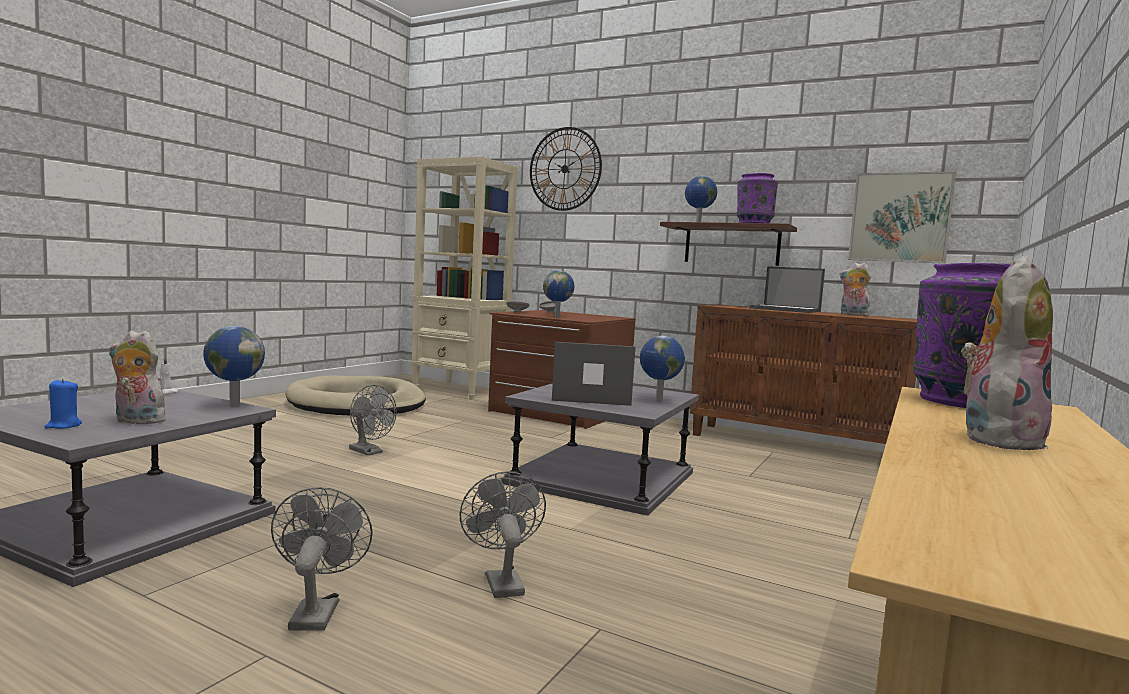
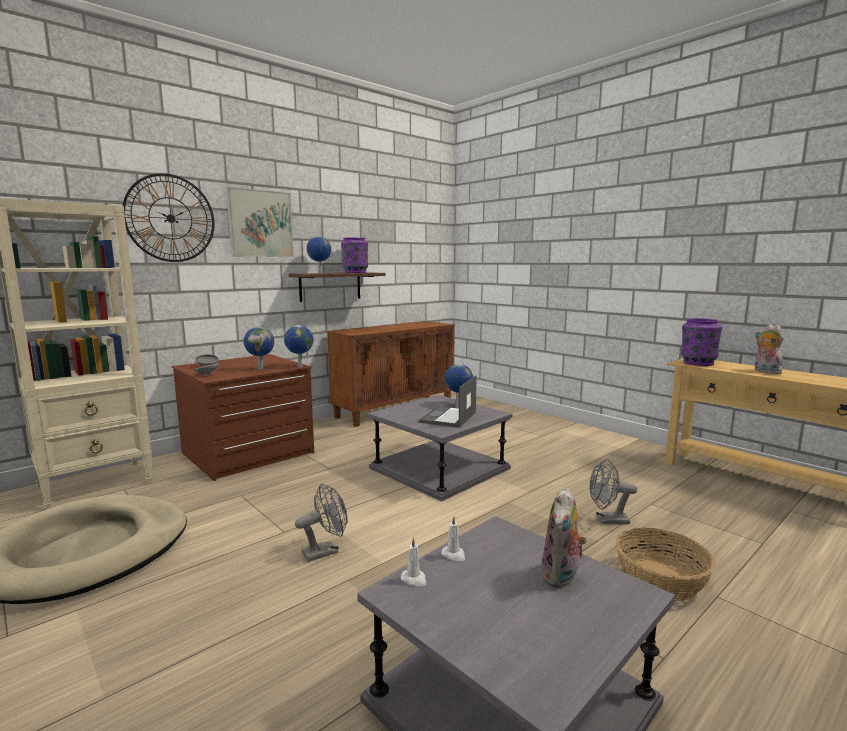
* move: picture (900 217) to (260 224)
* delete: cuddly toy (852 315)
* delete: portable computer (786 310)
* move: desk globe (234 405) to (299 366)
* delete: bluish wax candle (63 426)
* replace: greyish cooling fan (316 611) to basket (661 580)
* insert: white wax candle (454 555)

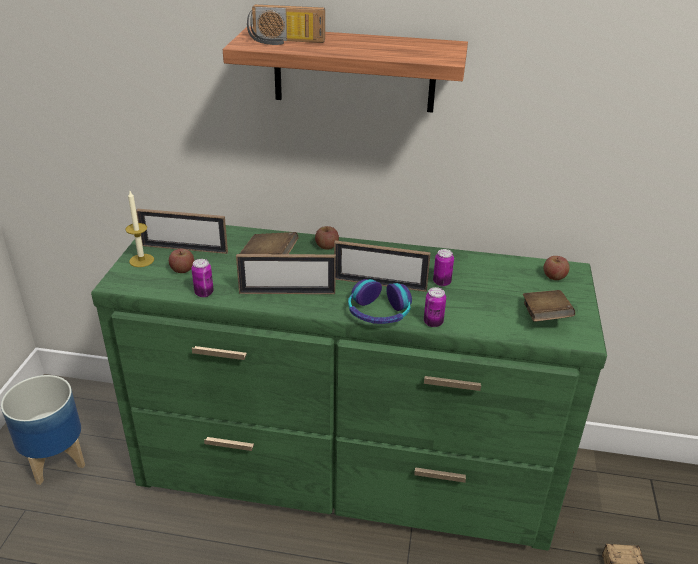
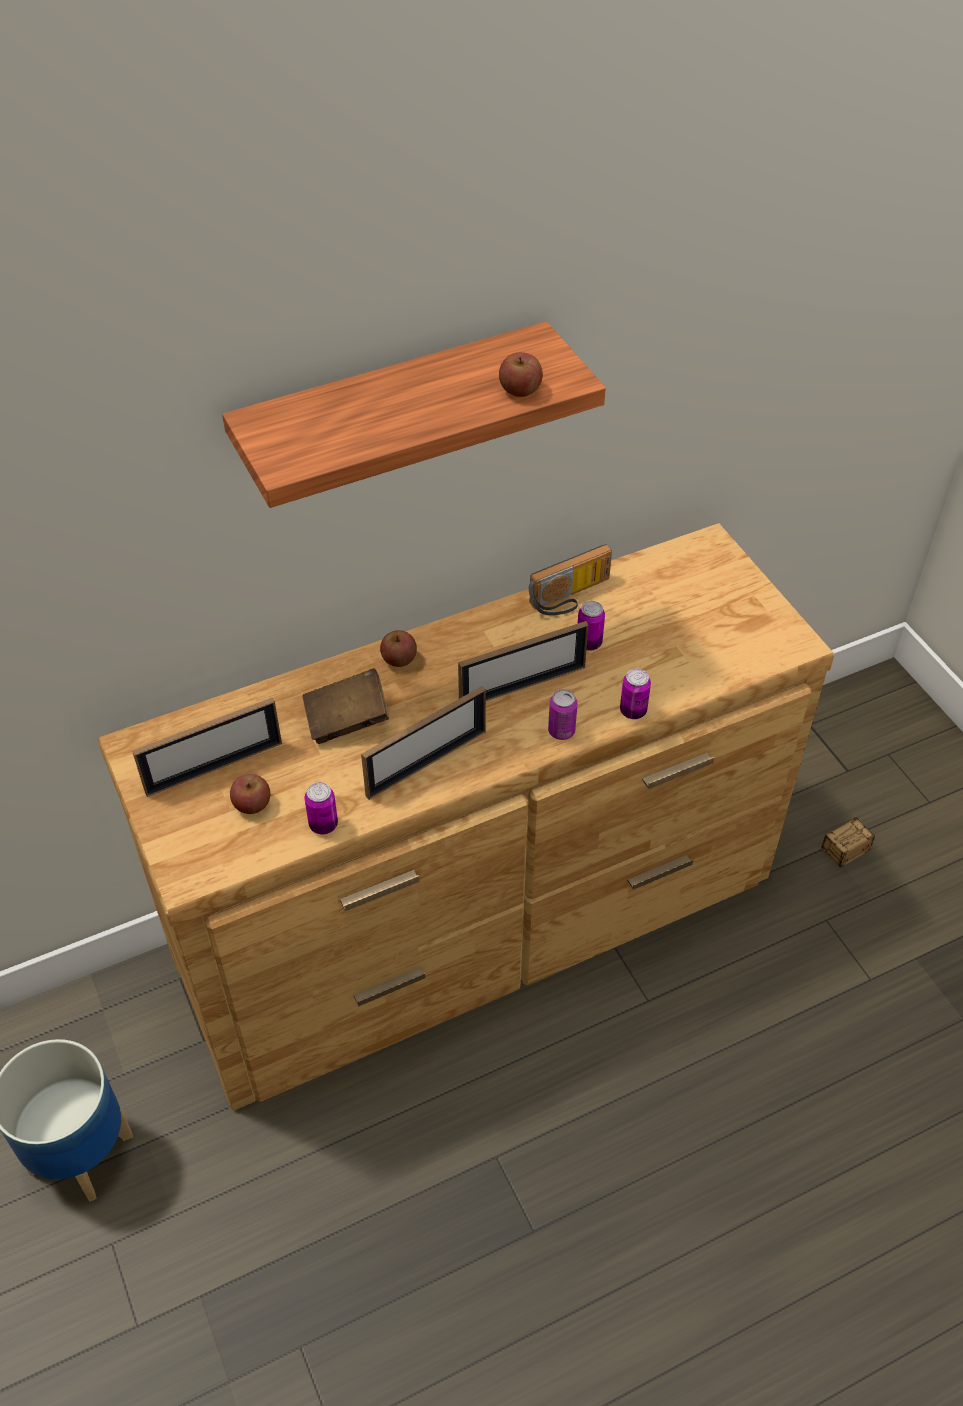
* move: radio receiver (285 42) to (571 597)
* delete: wax candle (141 260)
* recolor: green-coloured dresser (346 469) to brown-coloured dresser (480 918)
* move: whole apple (554 276) to (520 390)
* replace: headset (378 312) to sealed can (561 731)
* delete: brown-coloured book (544 317)

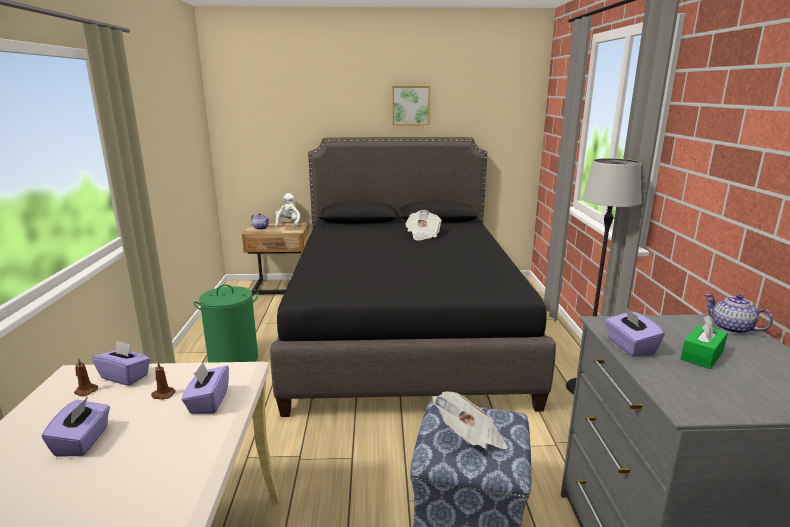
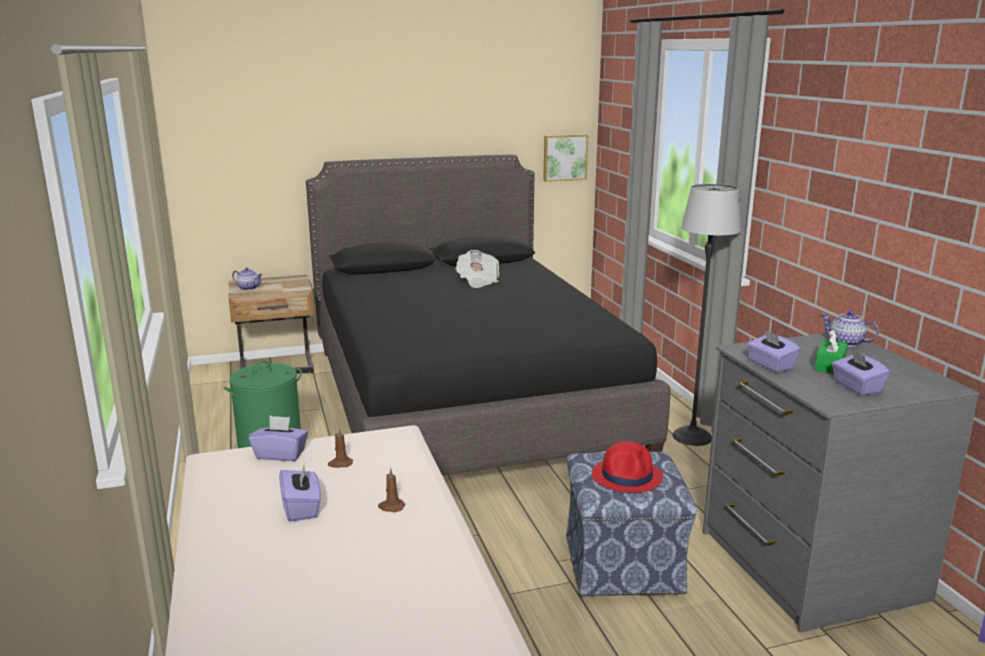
* move: picture (410 105) to (564 157)
* delete: white cuddly toy (288 224)
* move: brown-coloured wax candle (85 391) to (391 507)
* move: purplish tissue holder (208 402) to (856 387)
* replace: daily paper (469 437) to reddish clothing hat (627 476)

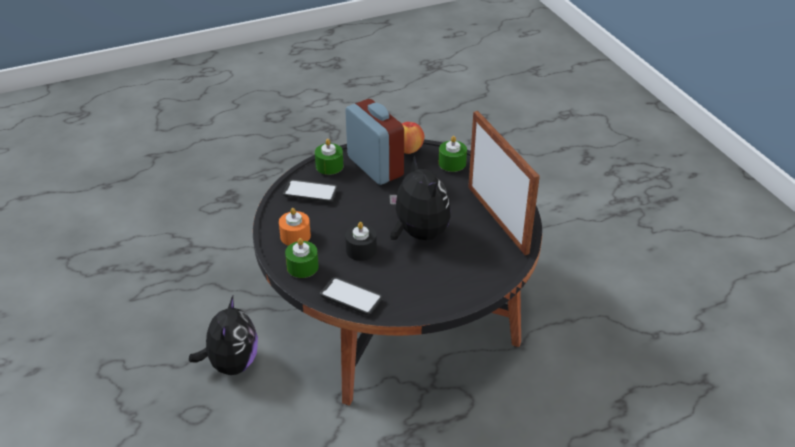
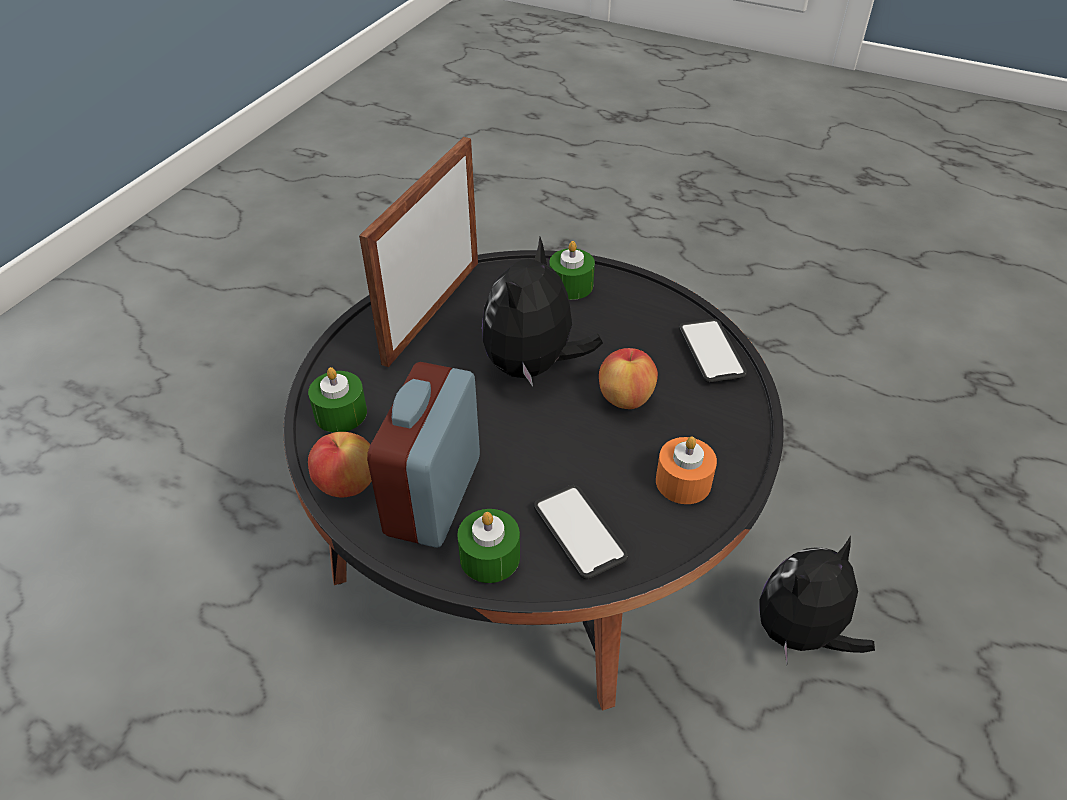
* replace: black wax candle (361 250) to whole apple (625 398)
* move: green-coloured wax candle (302 267) to (571 285)

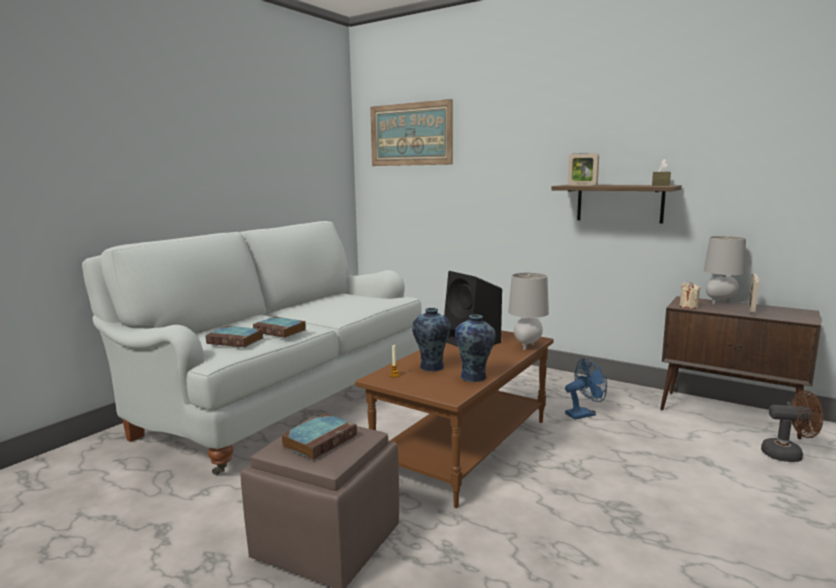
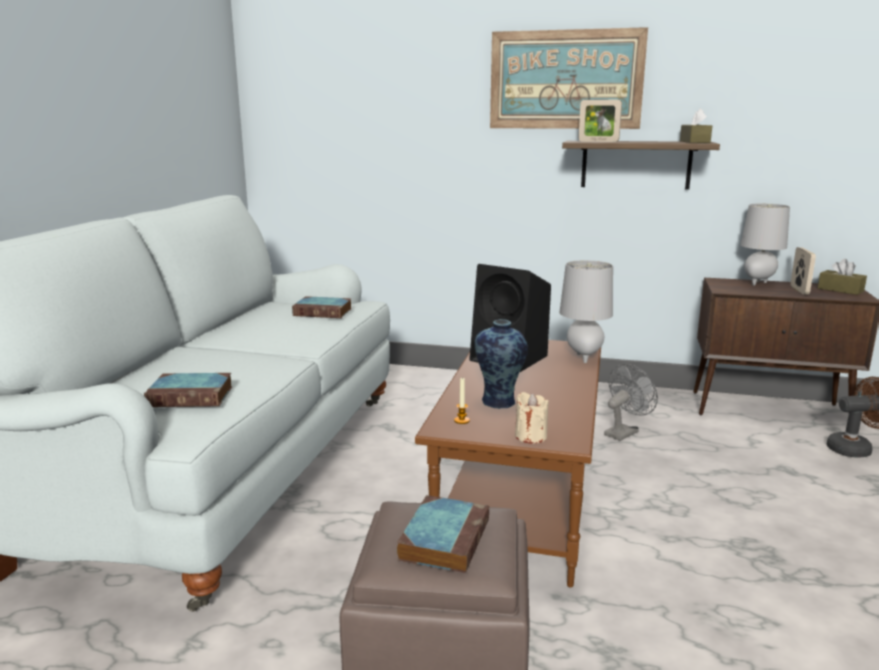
* move: picture (410 134) to (565 80)
* move: beige wax candle (688 306) to (530 436)
* delete: vase (474 377)
* move: book (281 331) to (324 312)
* recolor: bluish cooling fan (584 414) to greyish cooling fan (624 432)
* insert: brown-coloured tissue holder (840 290)

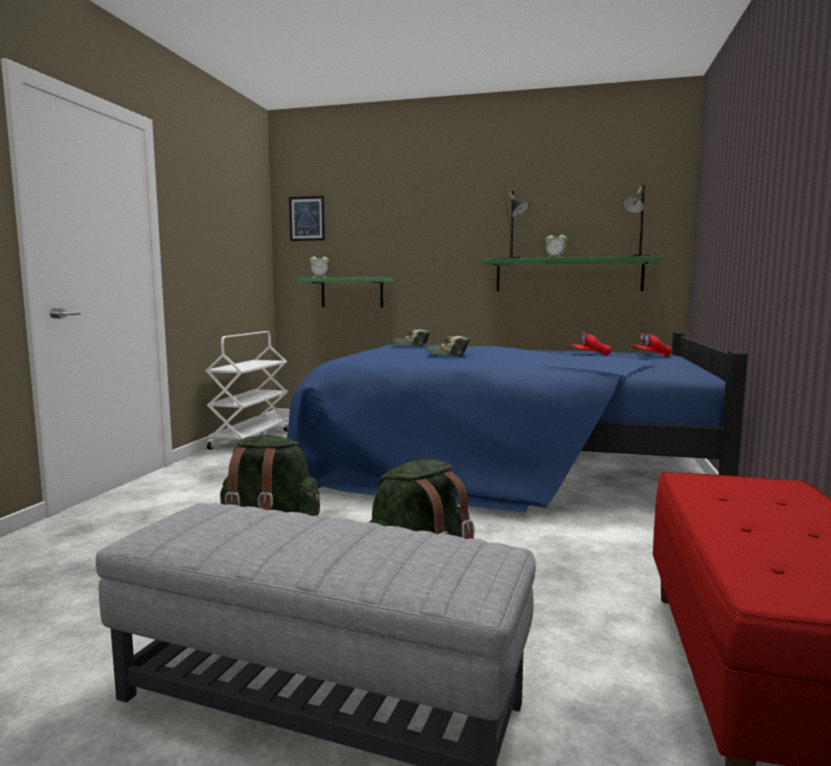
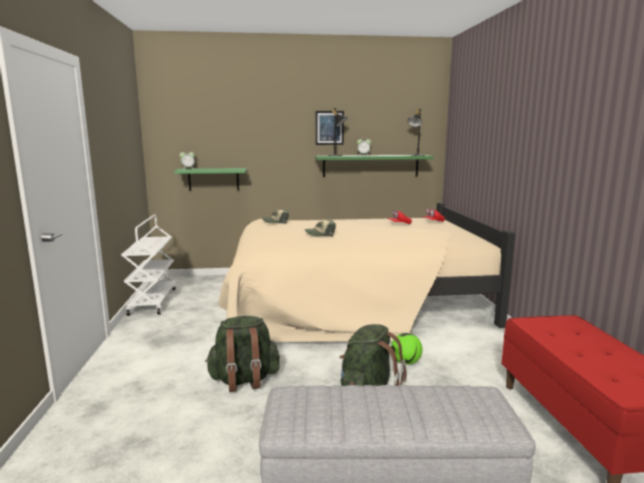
* move: picture (307 218) to (329 128)
* recolor: bluish bedroom bed (505 464) to beige bedroom bed (354 302)
* insert: football (406 362)

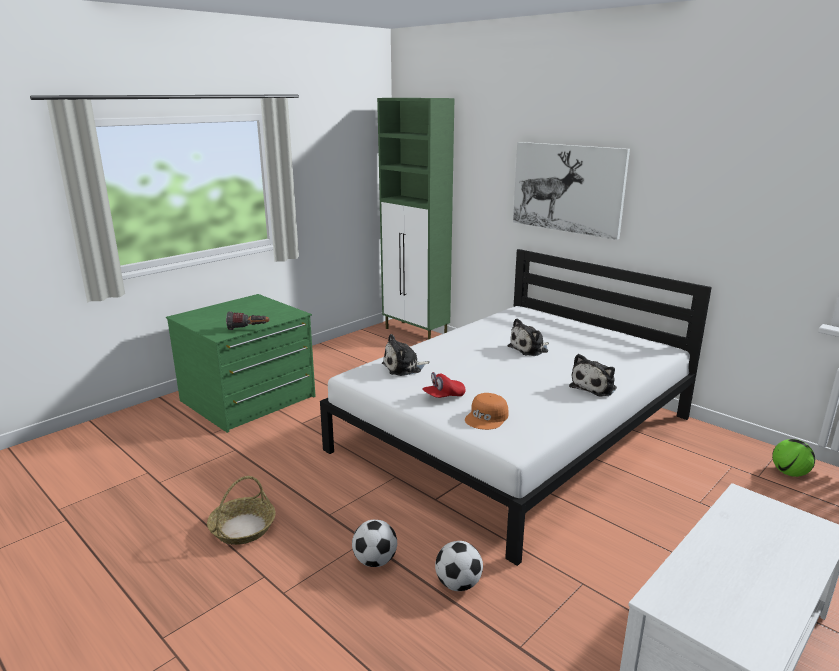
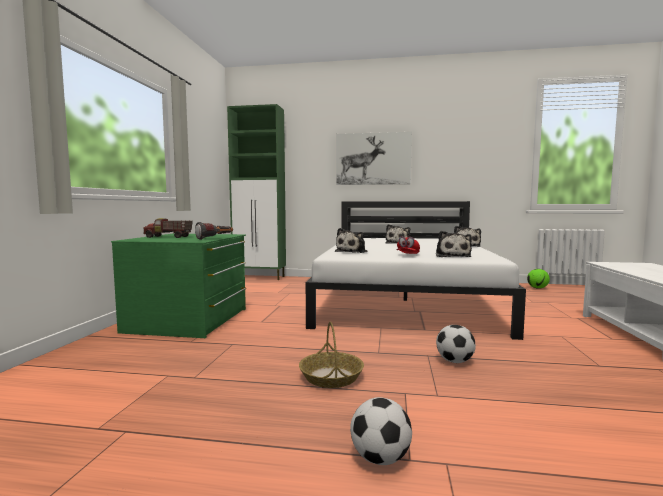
* replace: orange-coloured baseball cap (487 418) to cuddly toy (452 256)
* move: football (458 584) to (380 458)
* insert: toy lorry (168 237)

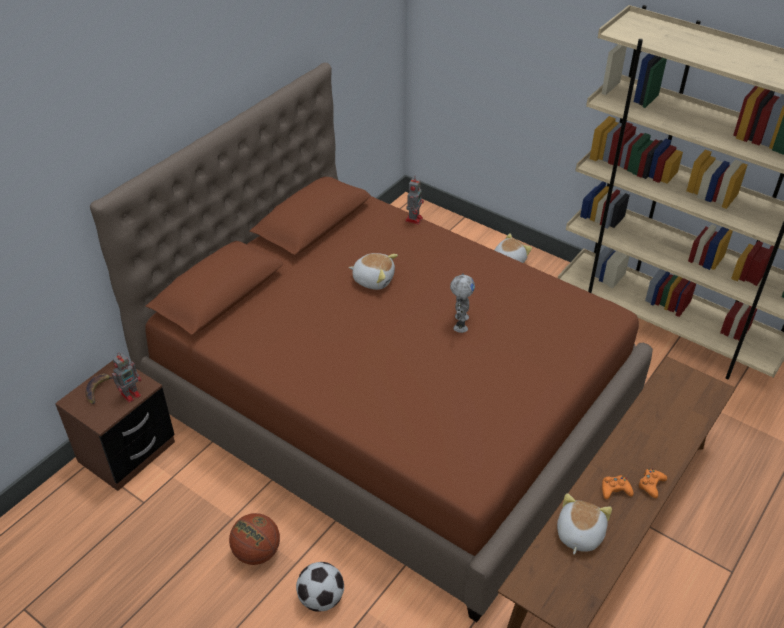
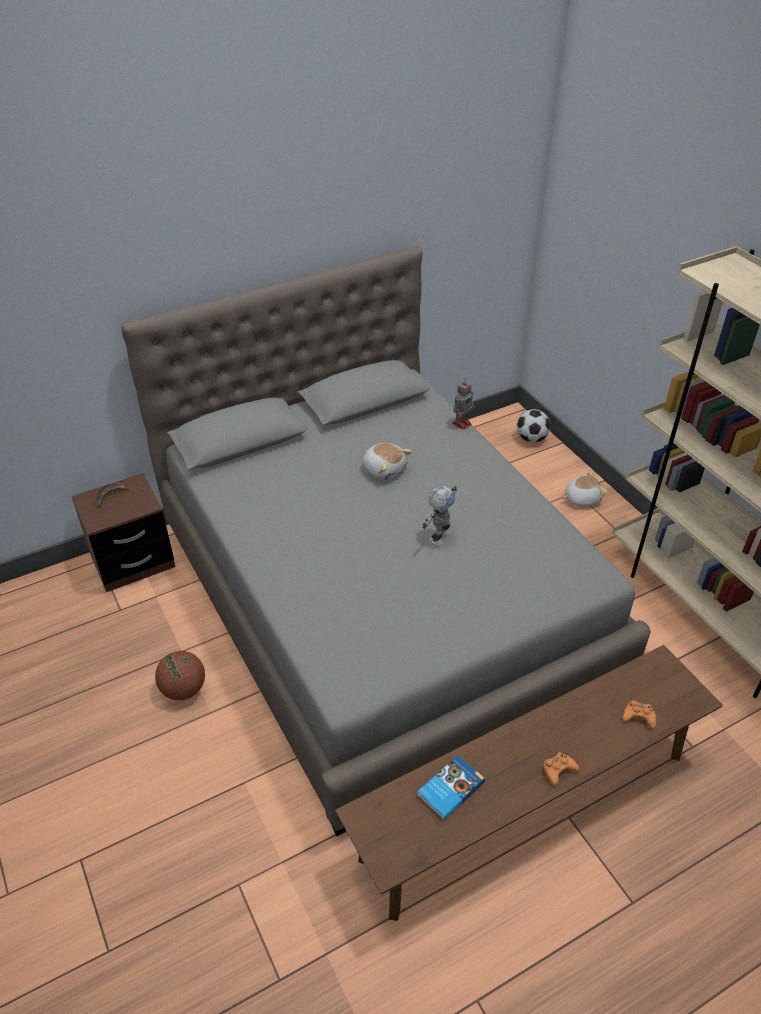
* recolor: brown-coloured bedroom bed (391 406) to greyish bedroom bed (380 601)
* delete: robot figure (131 394)
* move: orange-coloured joypad (615 490) to (639 717)
* replace: cuddly toy (578 534) to book (449 788)
* move: football (321 598) to (531 438)

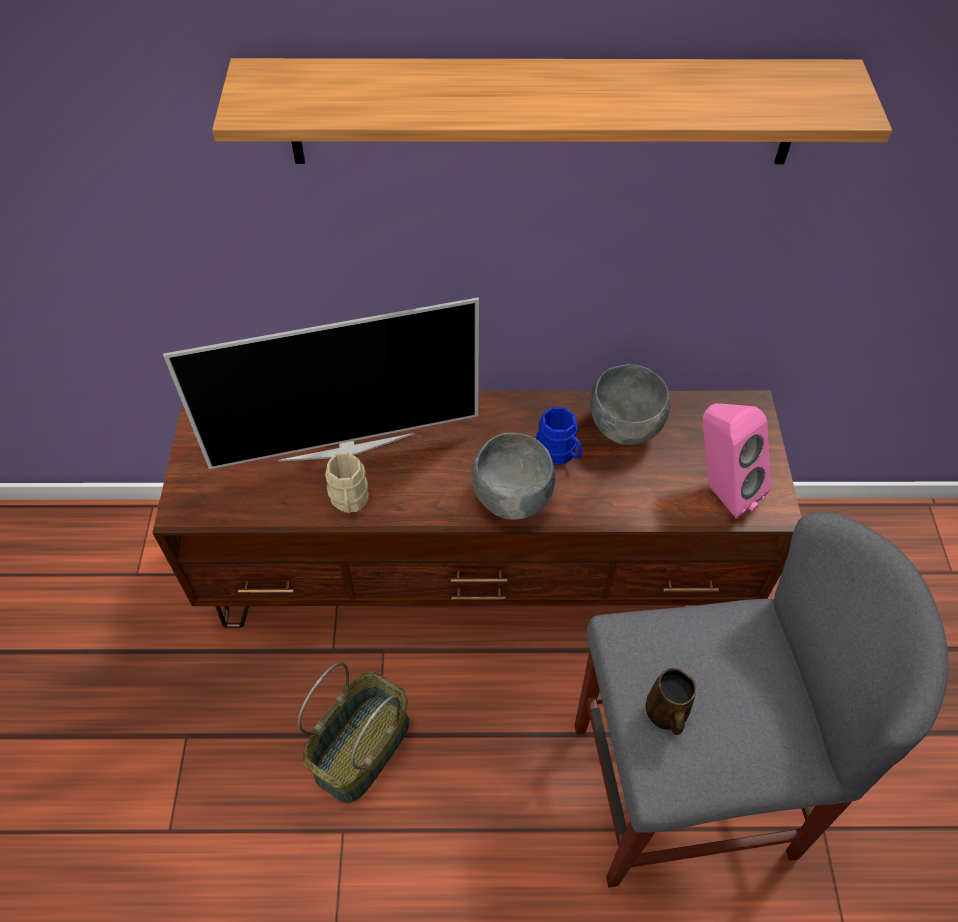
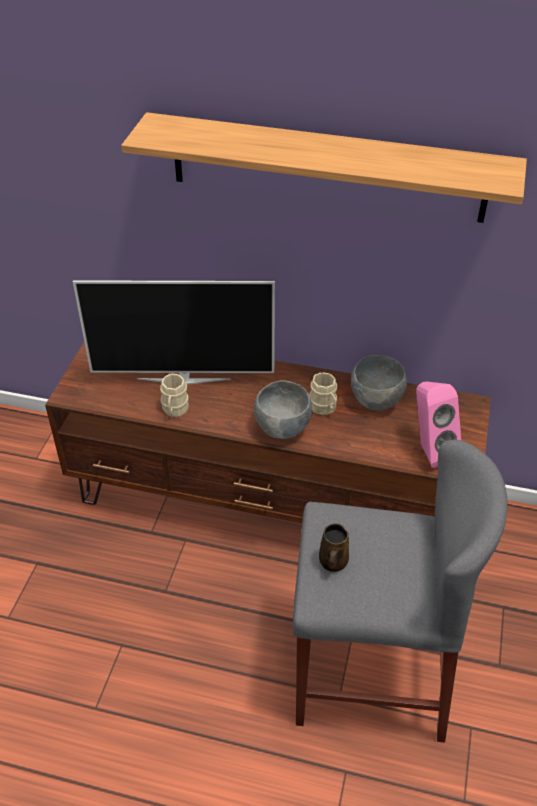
* recolor: bluish tea mug (559 454) to beige tea mug (324 408)
* delete: basket (361 747)

